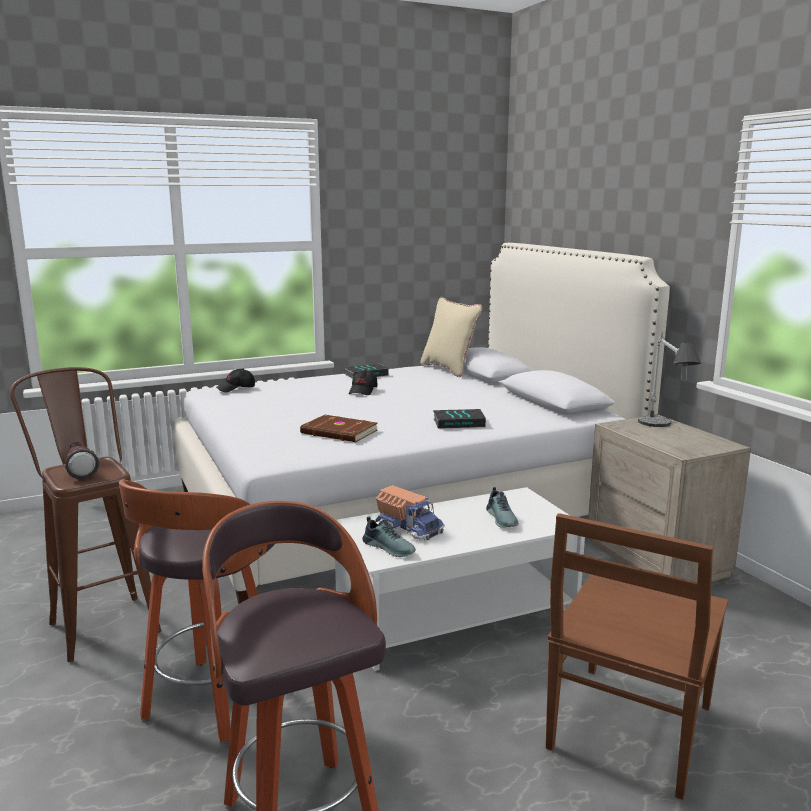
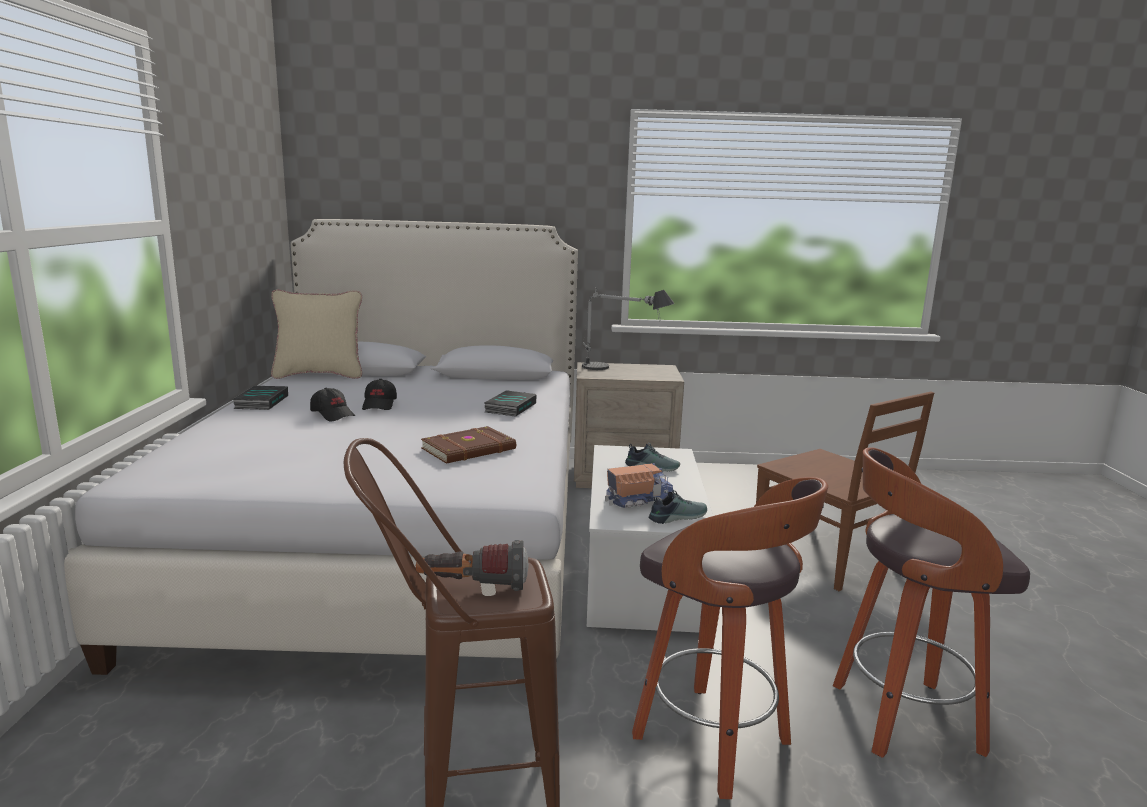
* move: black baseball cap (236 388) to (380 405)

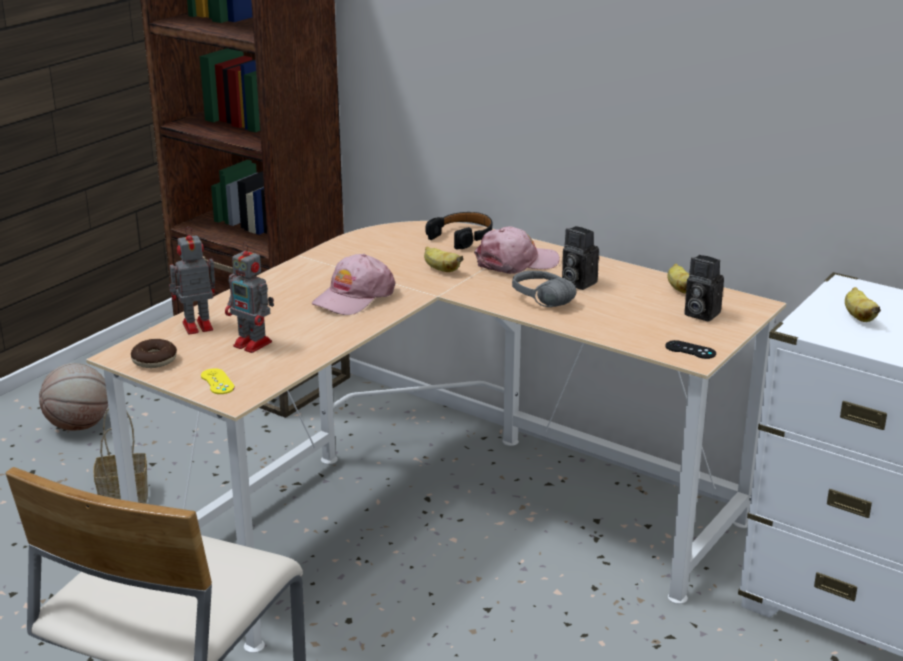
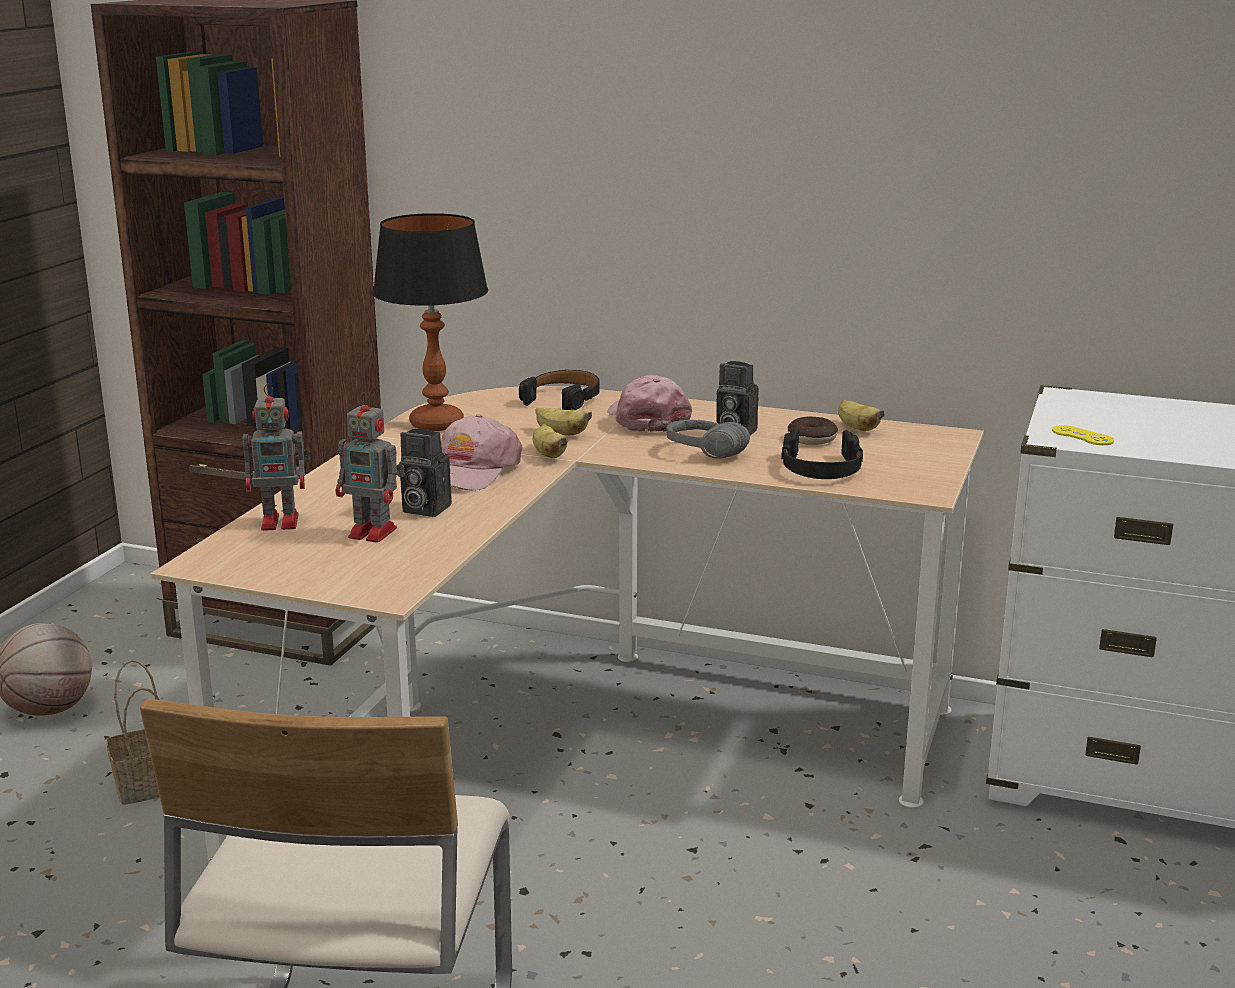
* rotate: pink-coloured baseball cap (516 262) = (647 419) 75 degrees counterclockwise
* rotate: robot figure (195 326) = (282 522) 150 degrees counterclockwise
* move: photo camera (699 314) to (423 509)
* move: whole banana (858 317) to (548 454)
* move: doughnut (154 360) to (812 439)
* delete: black joypad (690 350)
* move: yellow-coloured joypad (217 382) to (1082 436)
* insert: lamp for a table (436 423)
* insert: black headset (821 469)

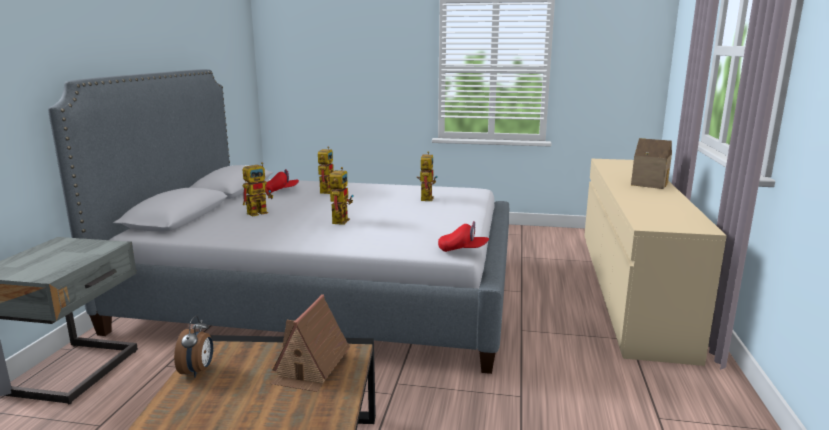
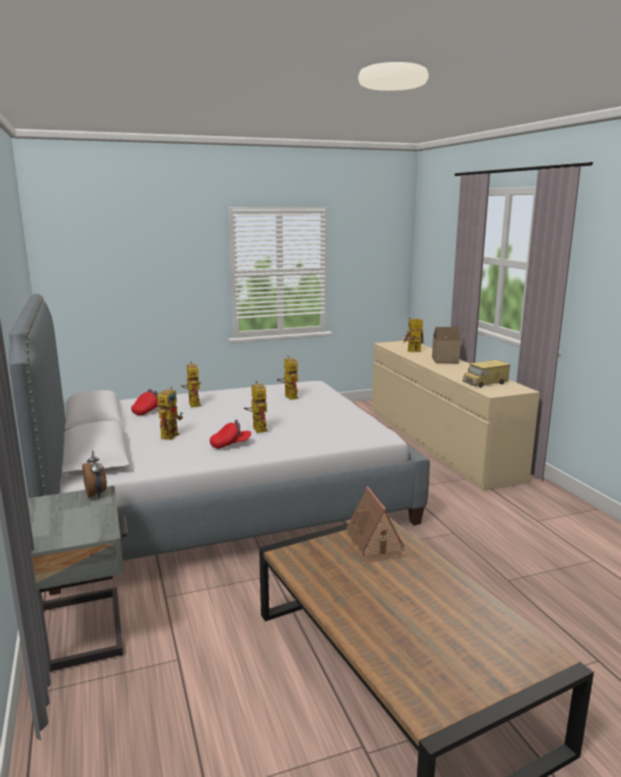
* move: reddish baseball cap (463 250) to (230 444)
* move: table clock (198 371) to (96 494)
* insert: robot figure (411 351)
* insert: toy lorry (485 383)

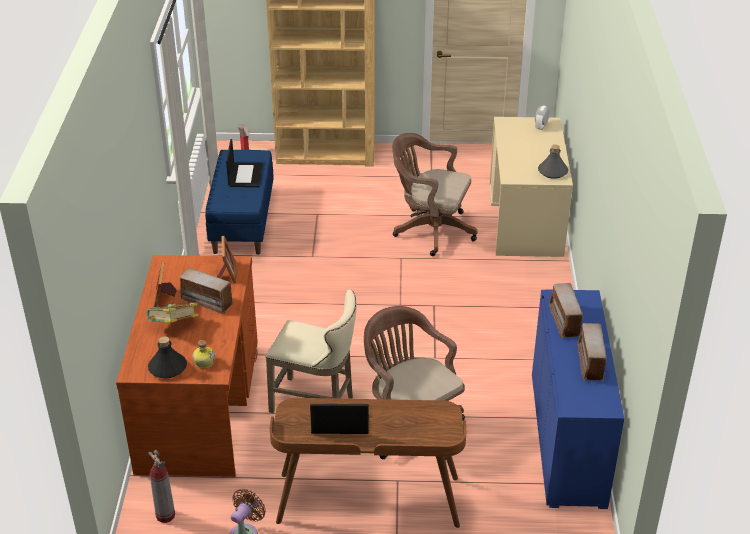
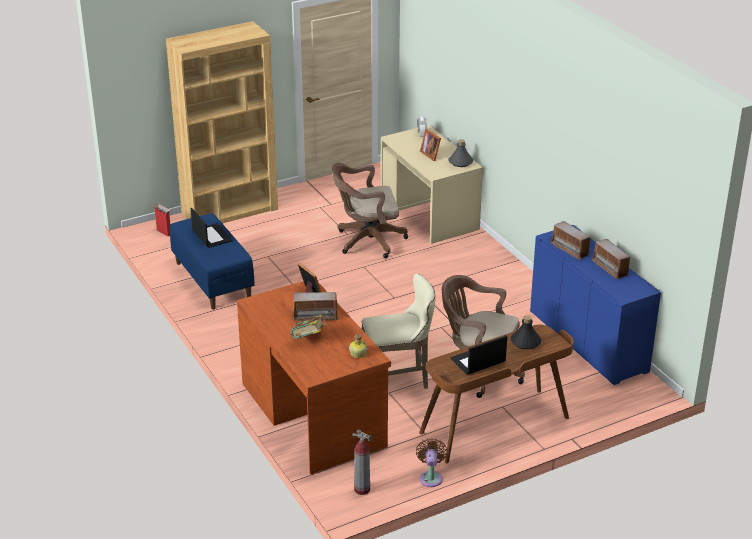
* move: photo frame (164 299) to (431 154)
* move: black drink bottle (168 368) to (525 342)

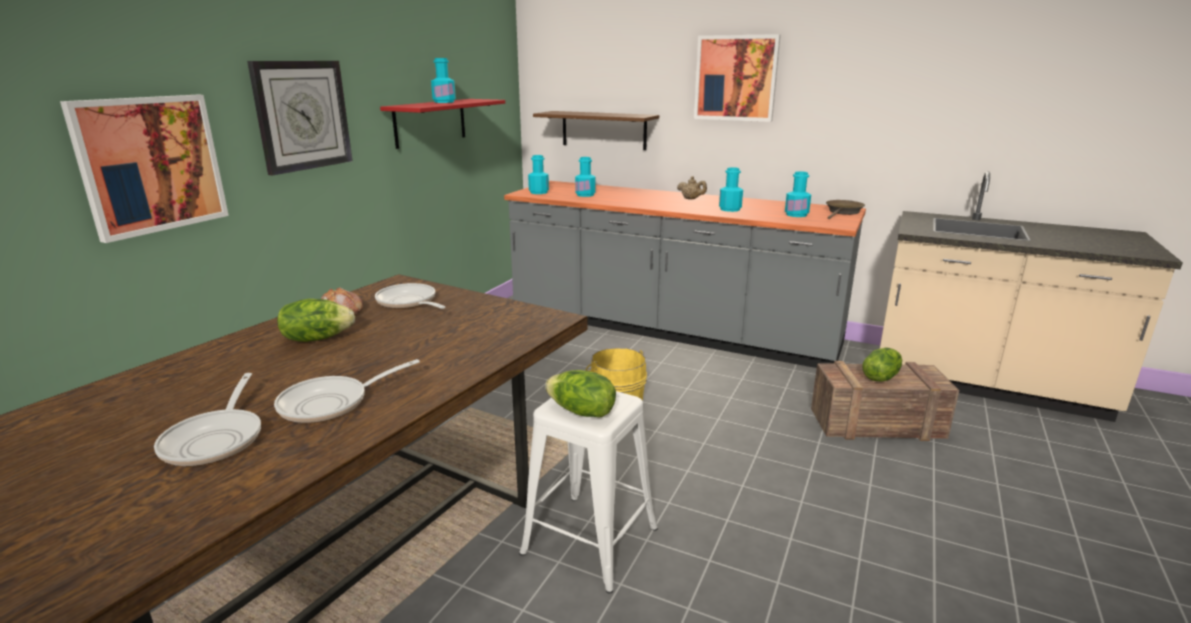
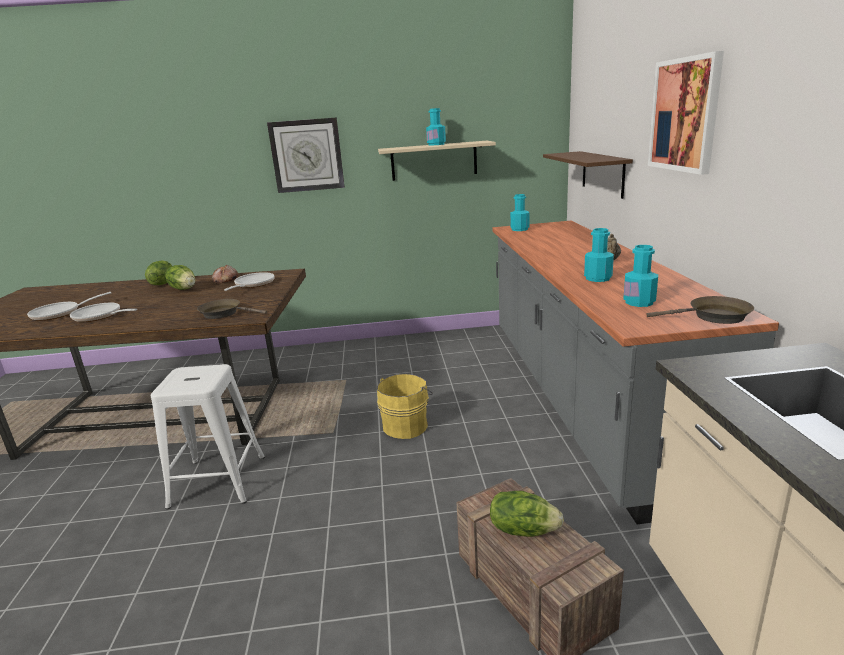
* delete: picture (151 164)
* recolor: reddish shelf (430 122) to beige shelf (434 161)
* delete: turquoise drink bottle (585 195)
* move: lettuce head (581 412) to (162 283)
* insert: brown-coloured pan (224 313)

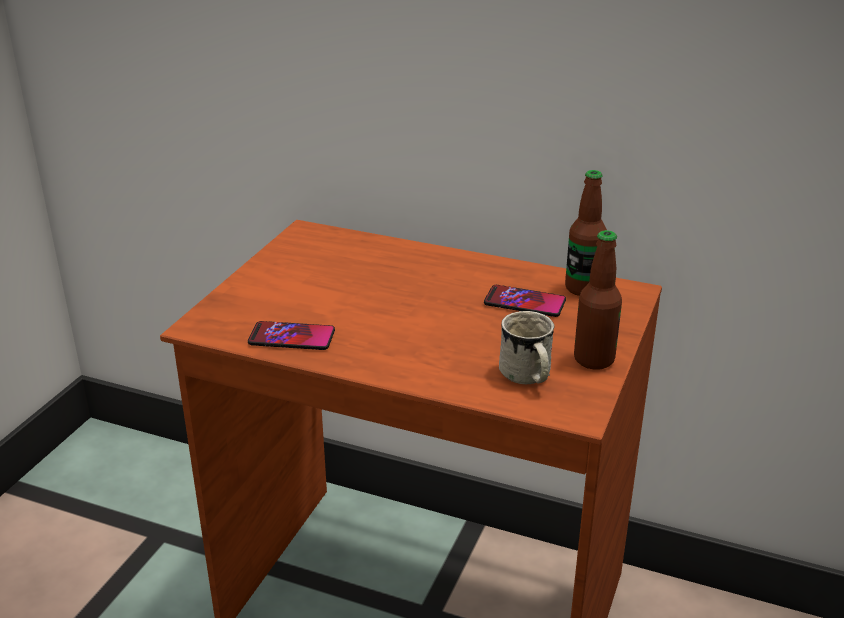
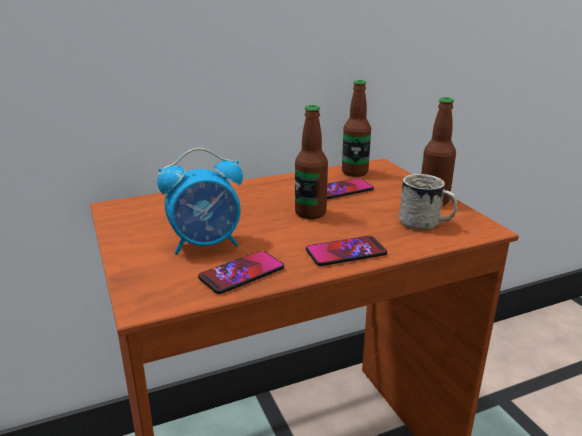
* insert: drink bottle (310 213)
* insert: table clock (206 244)
* insert: phone (346 252)

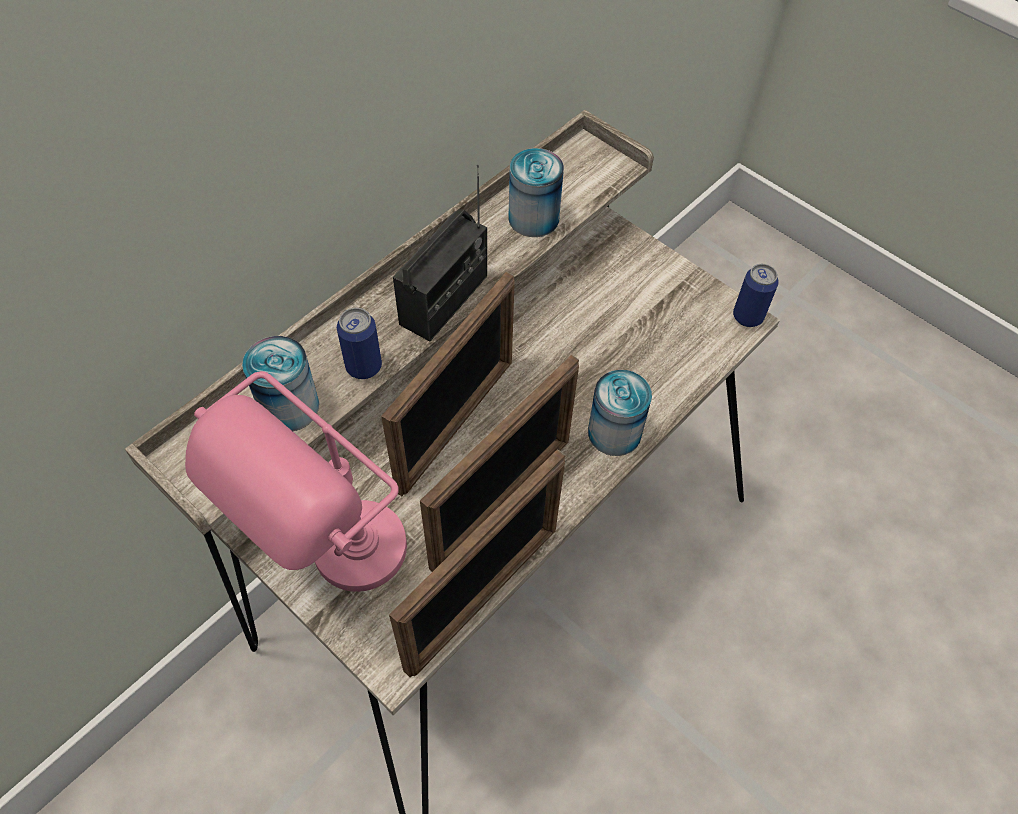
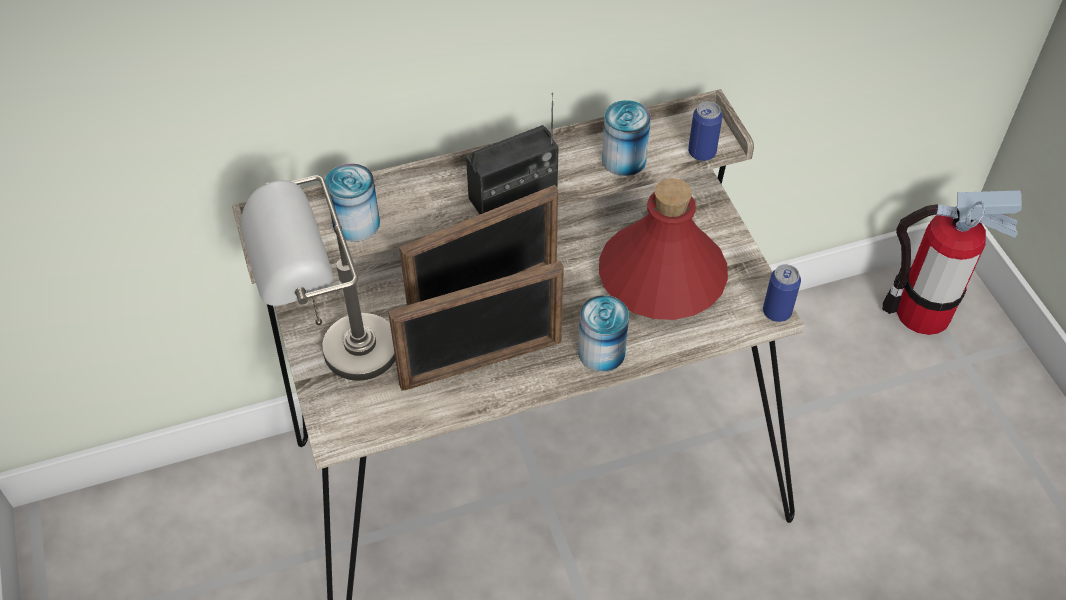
* move: sealed can (364 367) to (702 152)
* recolor: pink-coloured lamp for a table (338 573) to greyish lamp for a table (335 359)
* delete: photo frame (483 597)
* insert: reddish drink bottle (662 276)
* insert: fire extinguisher (922 313)

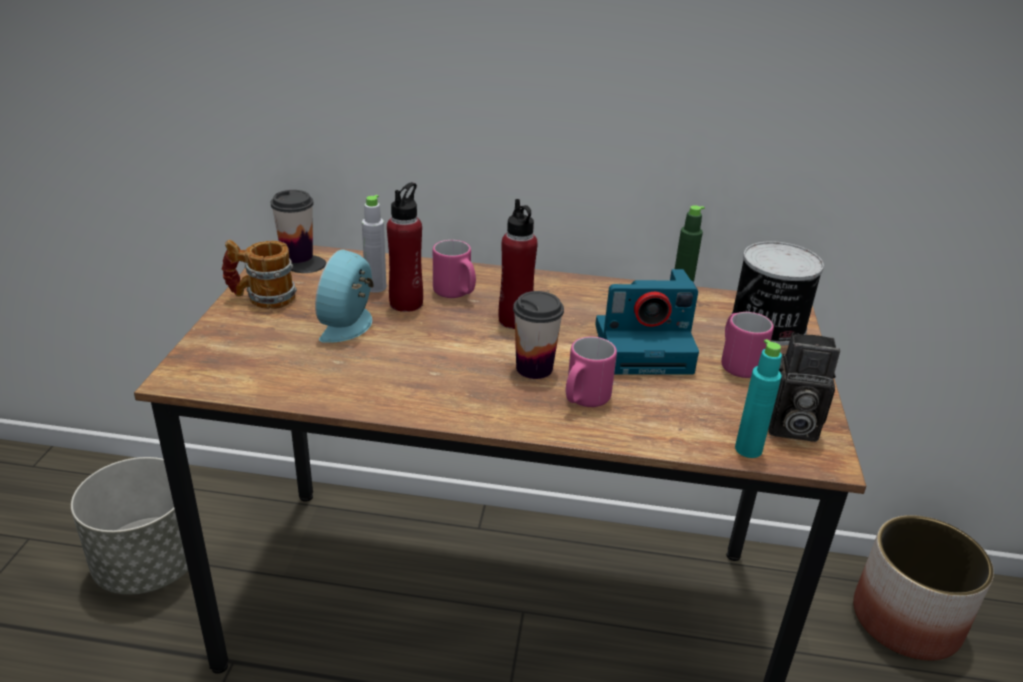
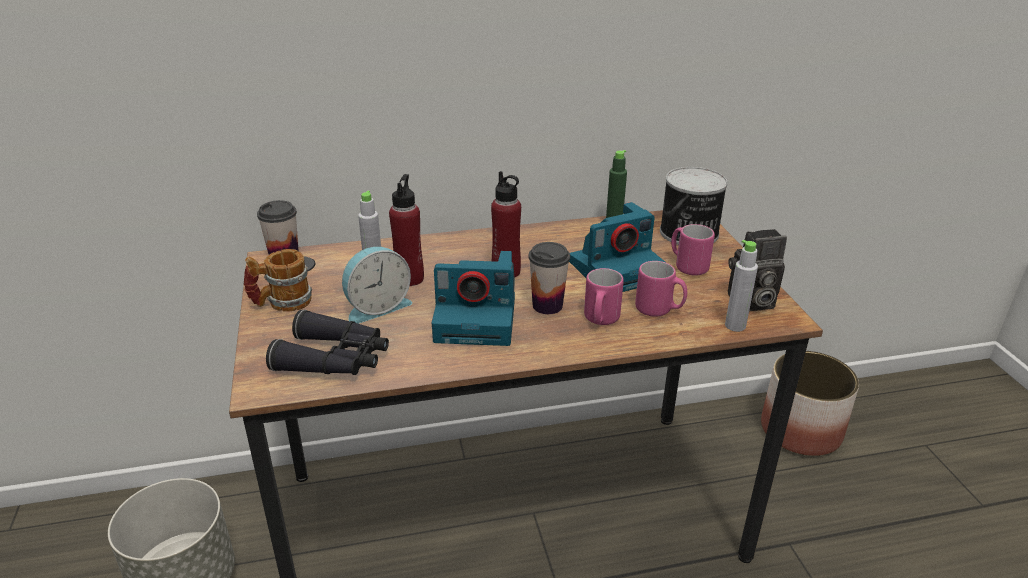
* move: pink-coloured tea mug (456 293) to (659 310)
* rotate: table clock (350 324) = (376 307) 120 degrees counterclockwise
* recolor: turquoise drink bottle (748 449) to greyish drink bottle (735 326)
* insert: photo camera (478 319)
* insert: black field glasses (335 359)

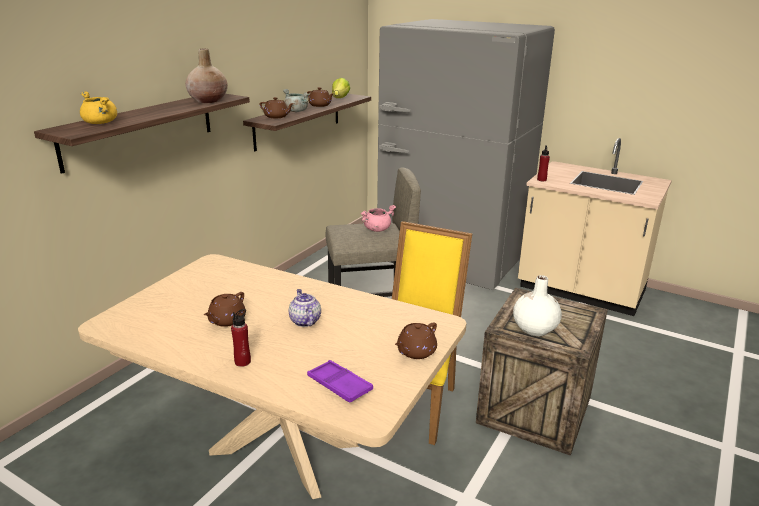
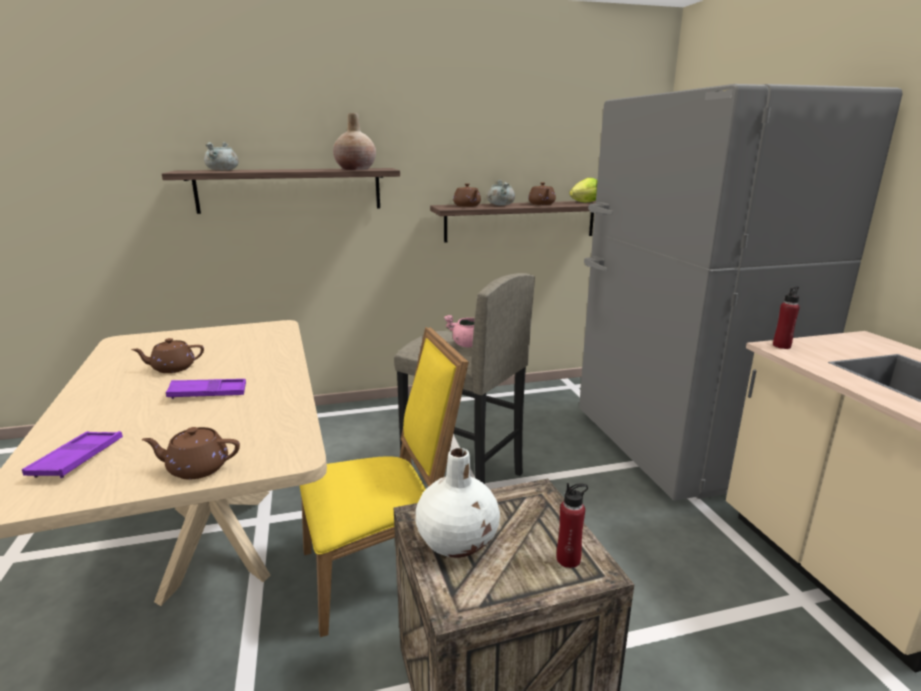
* recolor: yellow-coloured cooking pot (101 123) to greyish cooking pot (222 170)
* replace: teapot (304 321) to purplish serving tray (208 393)
* move: reddish drink bottle (242 362) to (568 559)

